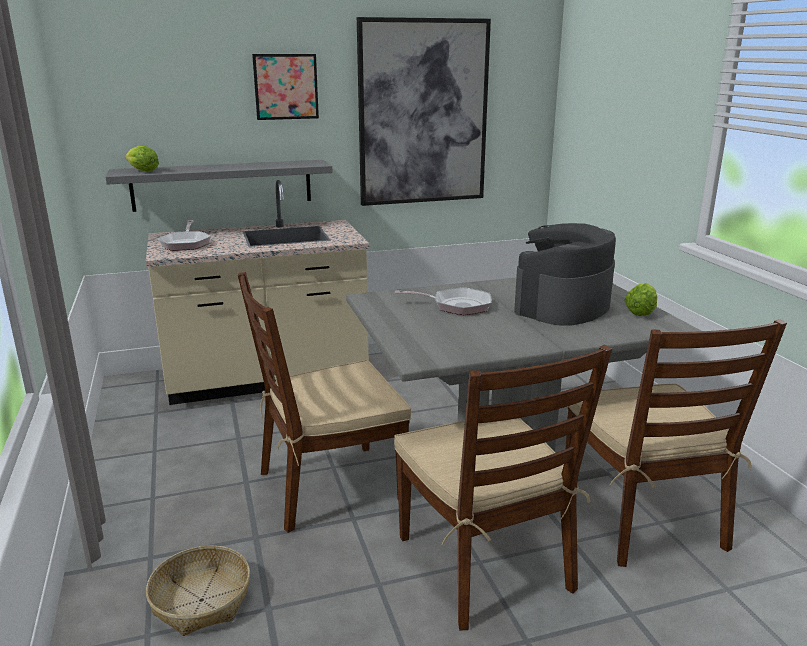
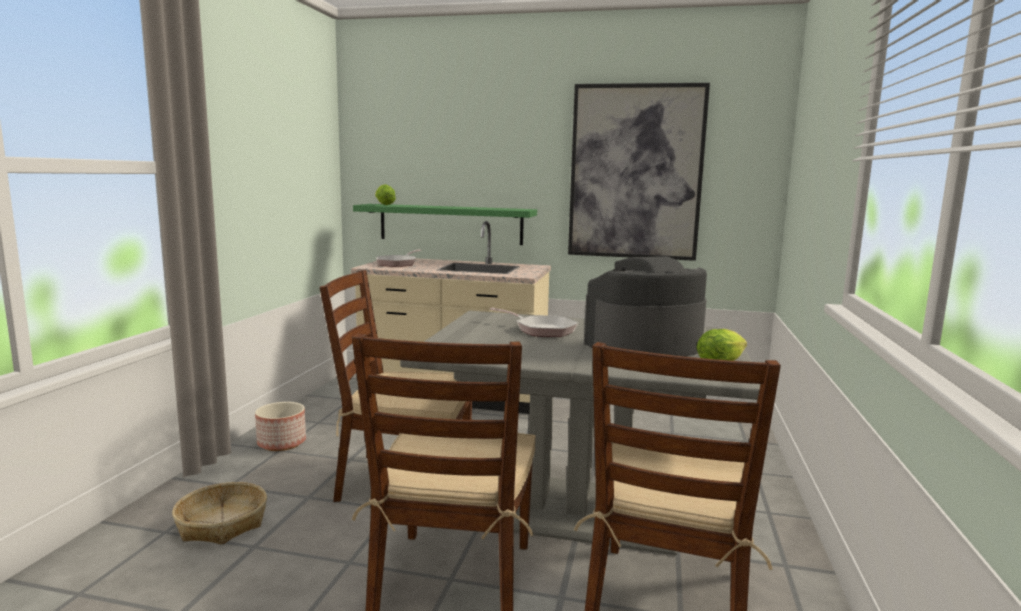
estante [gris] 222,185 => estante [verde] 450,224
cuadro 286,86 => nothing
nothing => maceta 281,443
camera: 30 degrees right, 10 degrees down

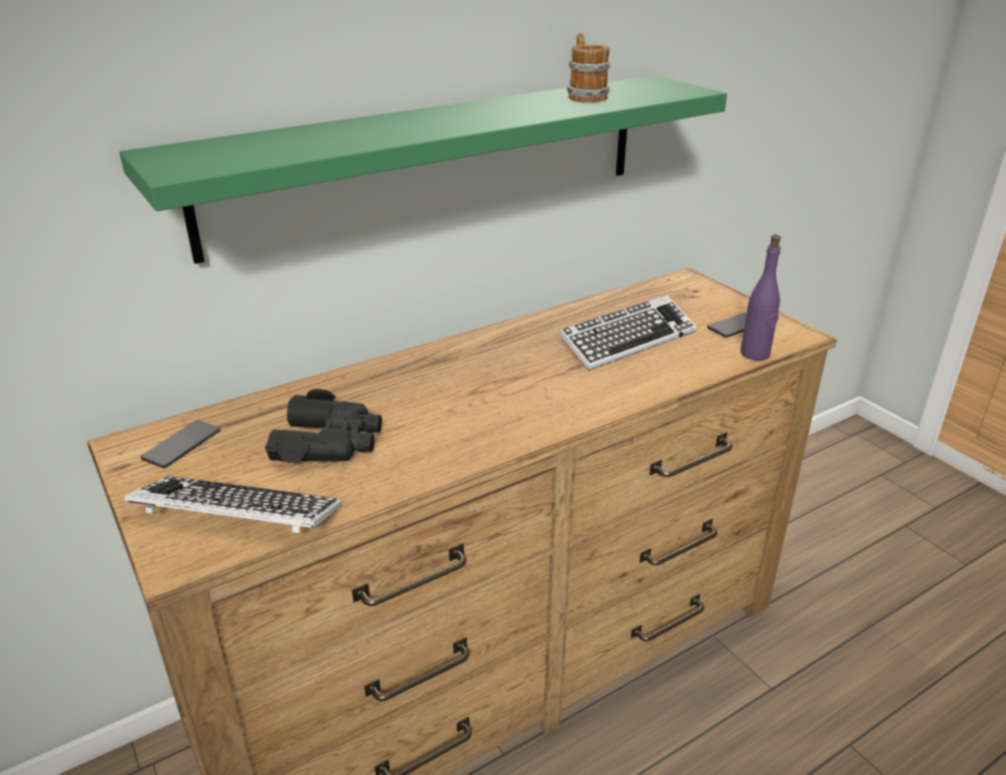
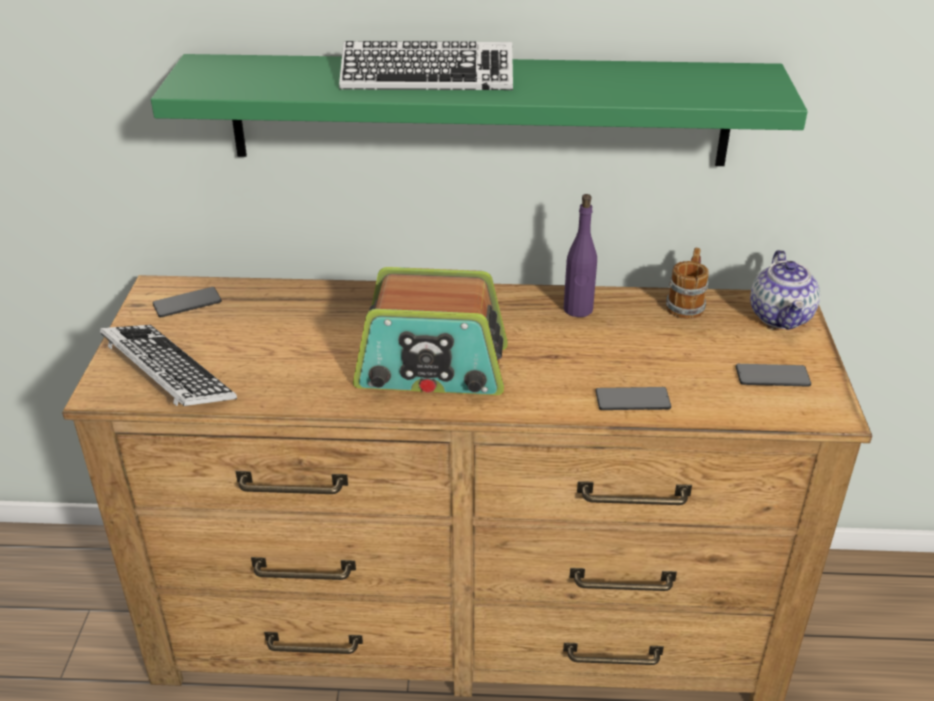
prismáticos [negro] 329,442 => nothing
teclado 627,340 => teclado 427,78, move
taza grande 584,96 => taza grande 686,304, move
botella [morado] 755,354 => botella [morado] 578,309, move
nothing => radio 432,368
nothing => móvil 632,400
nothing => tetera 781,317
camera: 35 degrees right, 5 degrees up

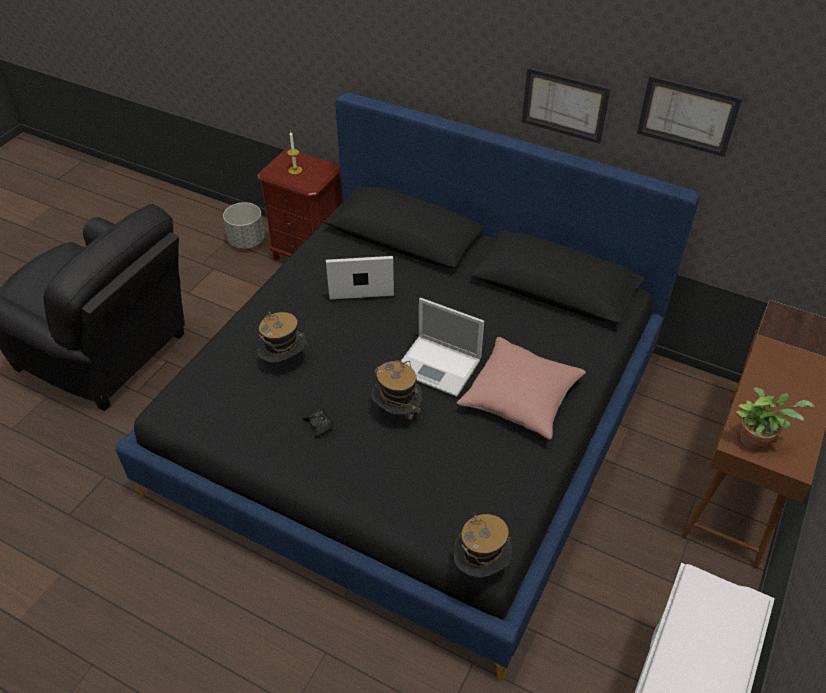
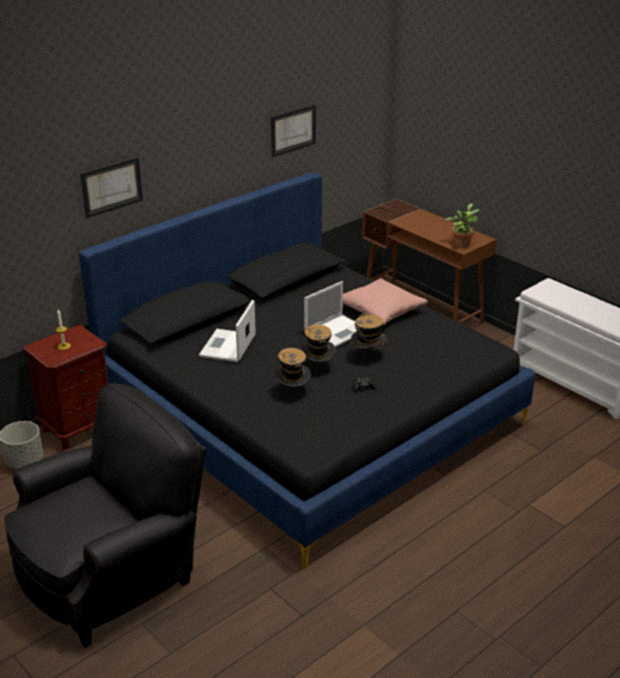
sombrero 481,567 => sombrero 317,367, move
cuadro 564,105 => cuadro 111,186, move
camera: 70 degrees left, 15 degrees down

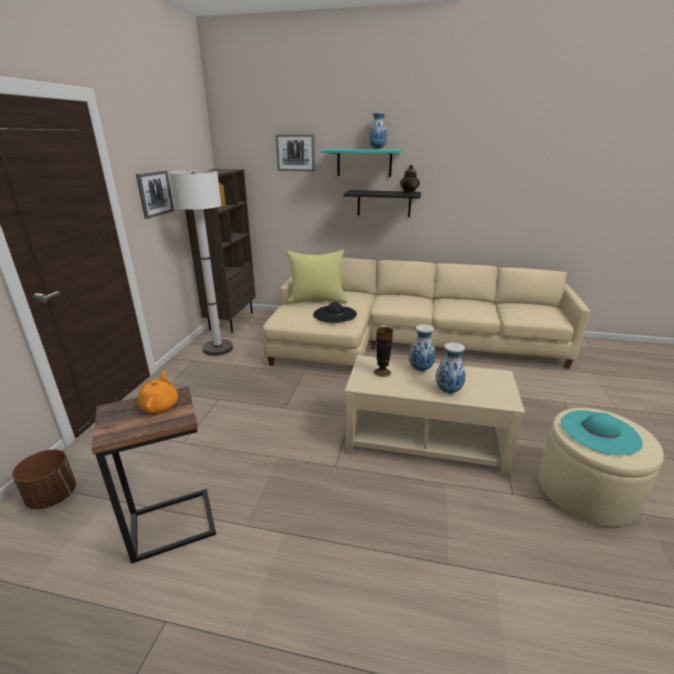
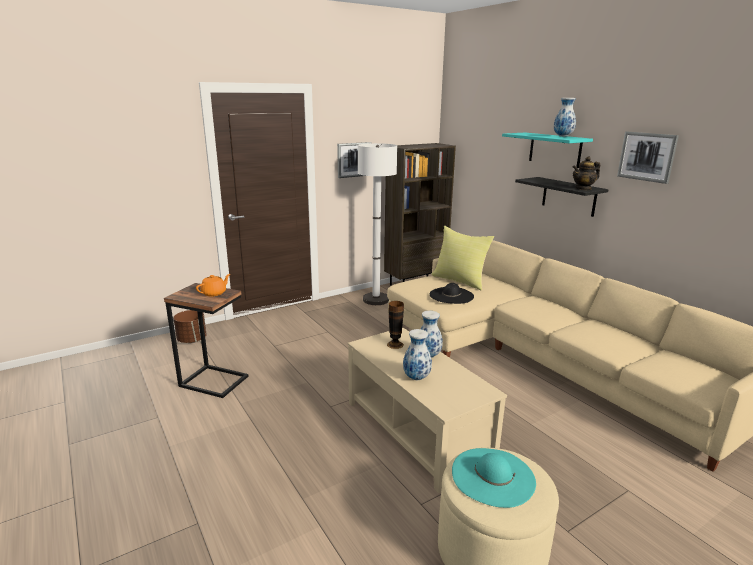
cuadro 295,152 => cuadro 647,156, move
camera: 45 degrees right, 5 degrees down

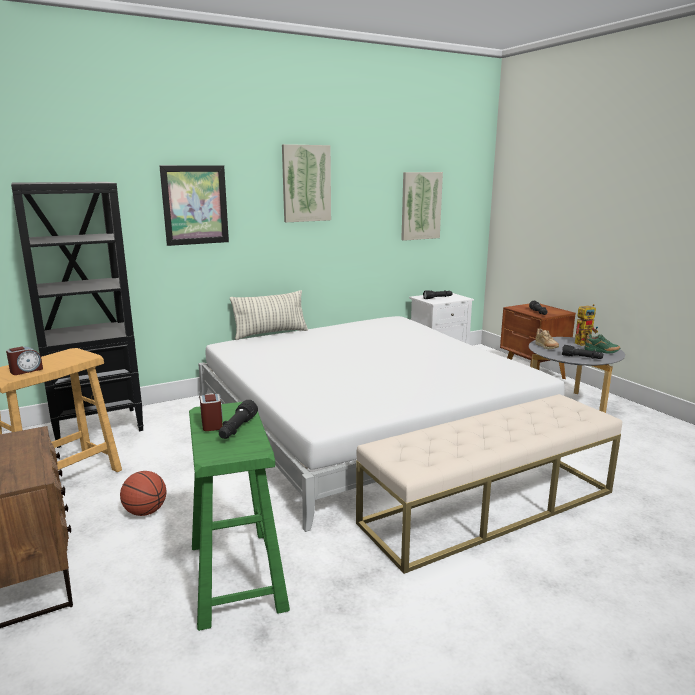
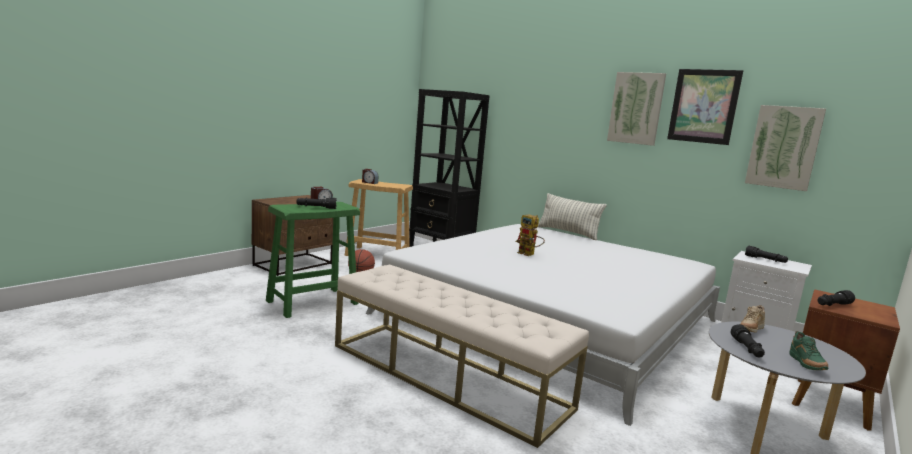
cuadro 195,205 => cuadro 703,106, move
robot de juguete 584,342 => robot de juguete 529,254, move
camera: 65 degrees right, 5 degrees down

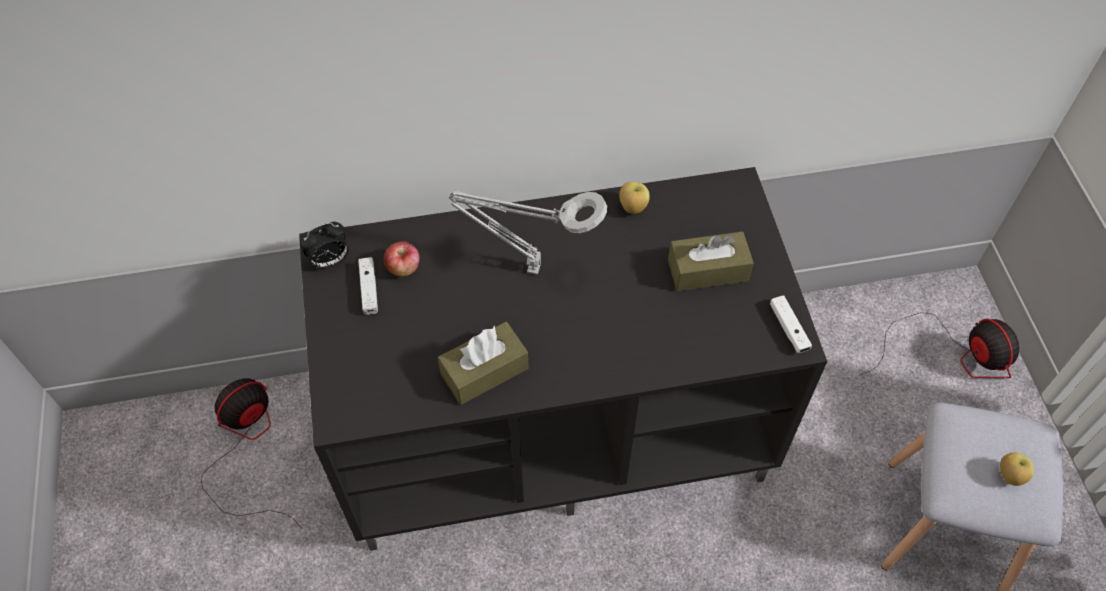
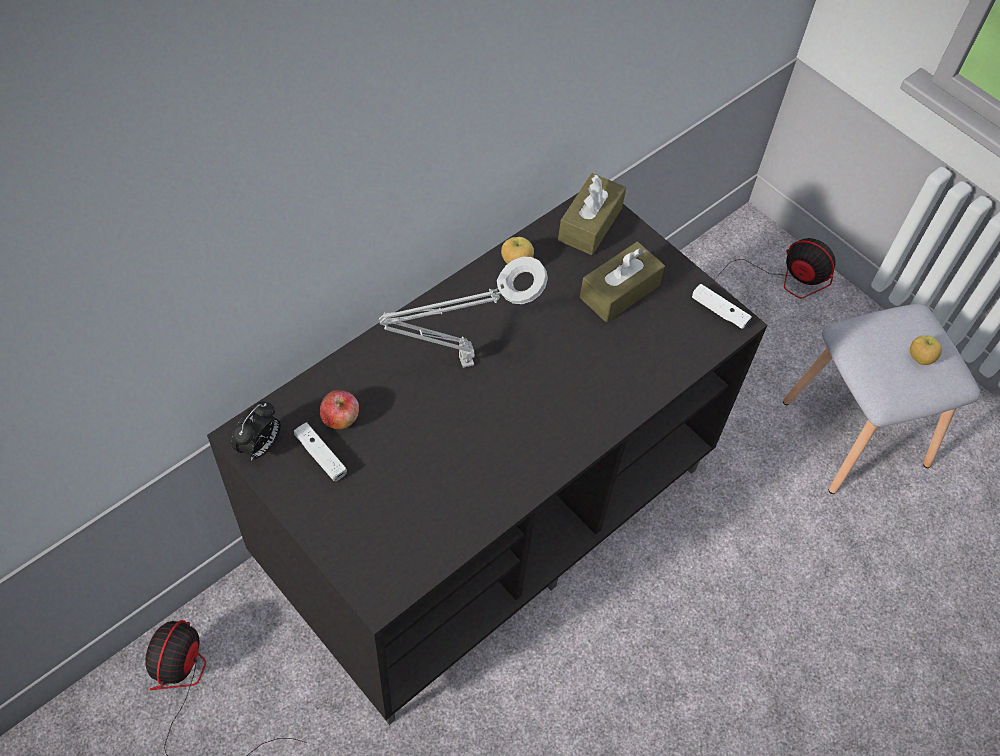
caja de pañuelos [marrón] 484,371 => caja de pañuelos [marrón] 590,224, move
camera: 35 degrees left, 0 degrees up

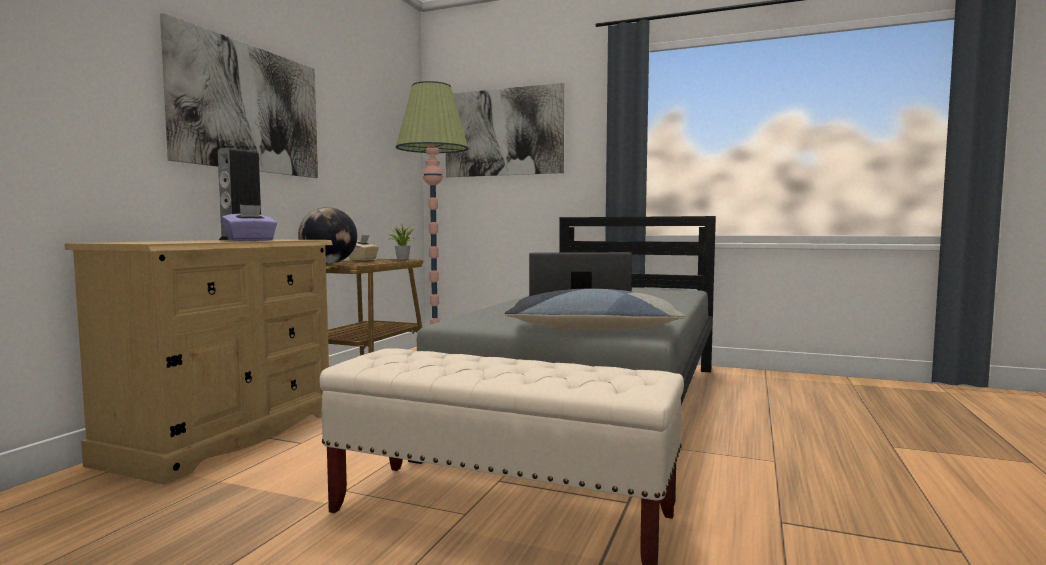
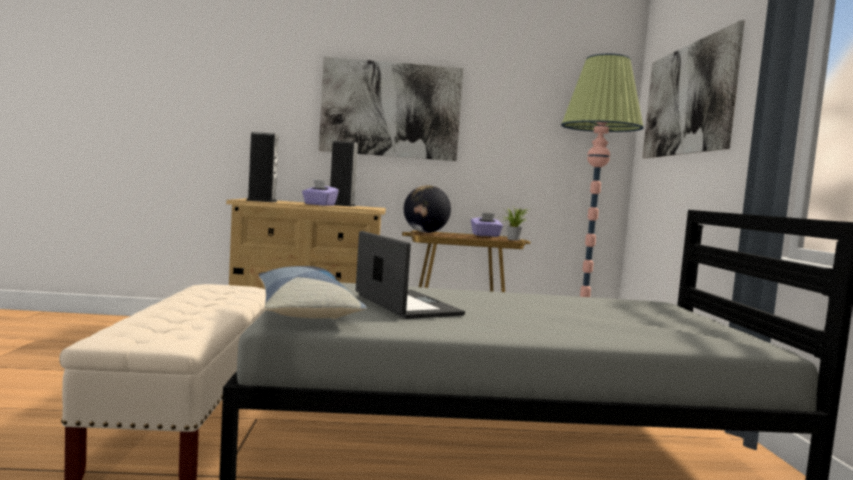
caja de pañuelos [beis] 363,259 => caja de pañuelos [morado] 486,235
nothing => altavoz 261,201
camera: 65 degrees right, 0 degrees up

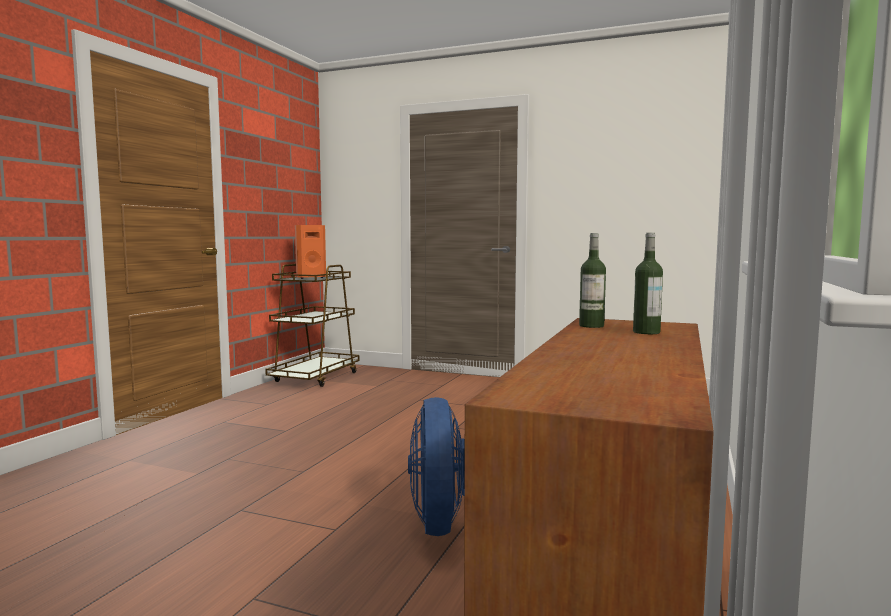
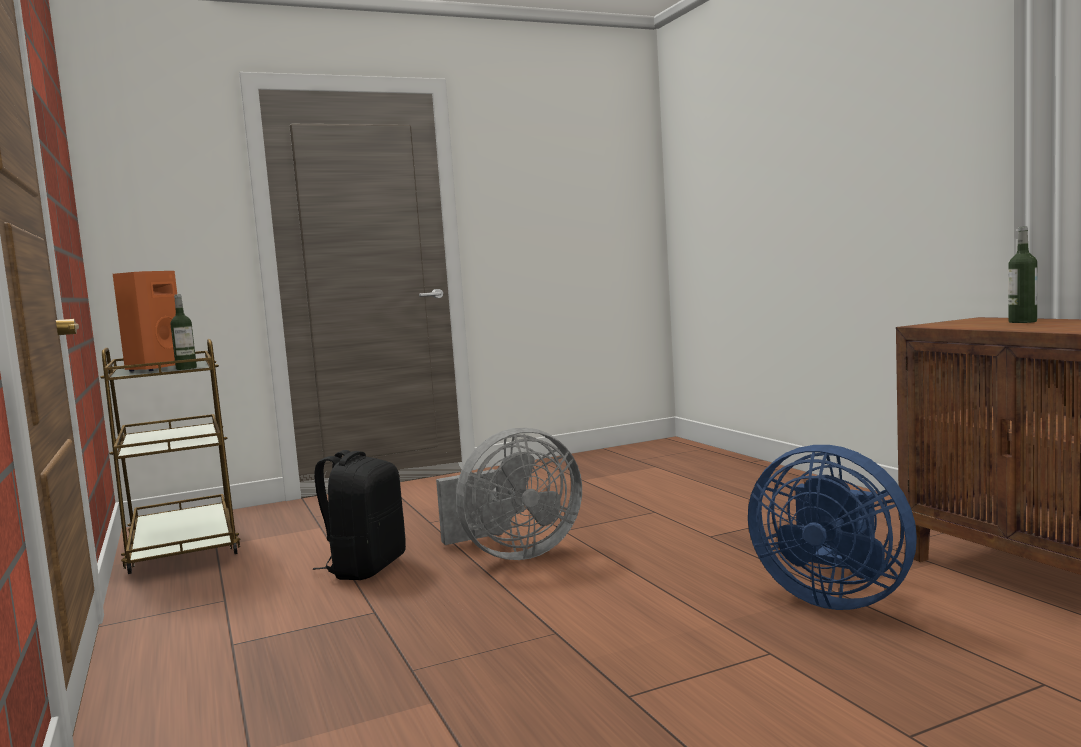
botella 591,326 => botella 186,368, move
nothing => mochila [negro] 365,568
nothing => ventilador [gris] 513,554
camera: 45 degrees left, 0 degrees up

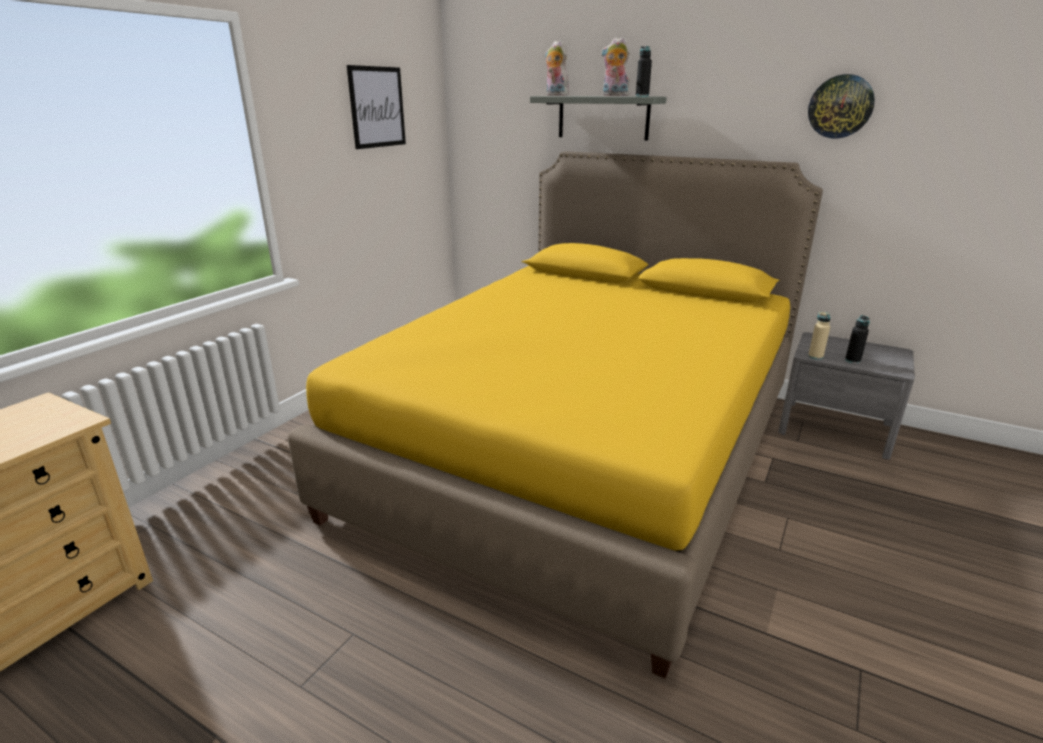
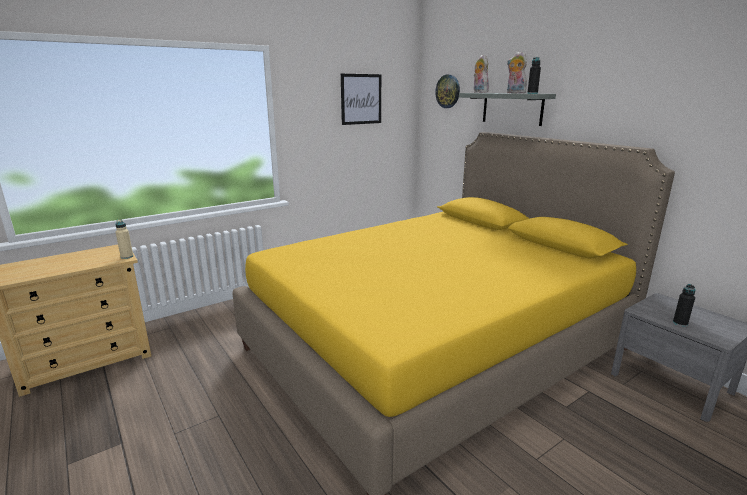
reloj de pared 840,106 => reloj de pared 448,91, move
botella [beis] 815,356 => botella [beis] 127,256, move
camera: 25 degrees right, 5 degrees down

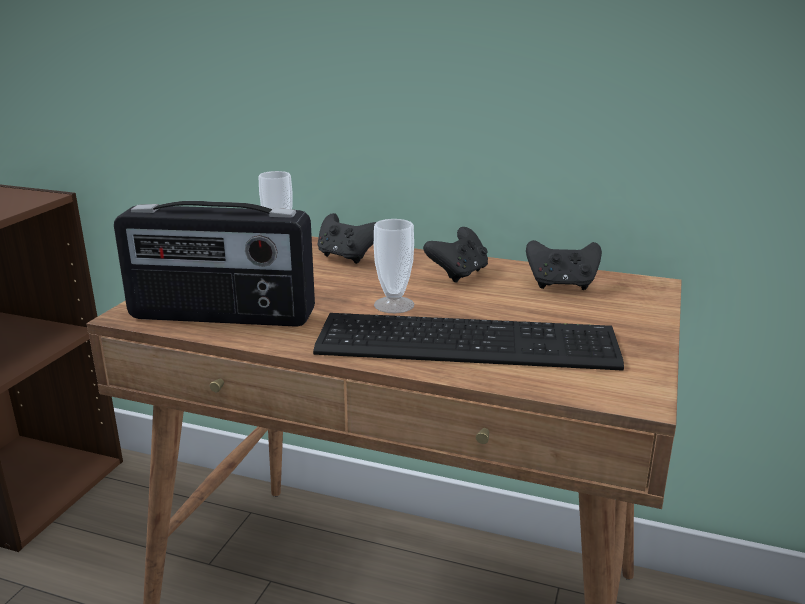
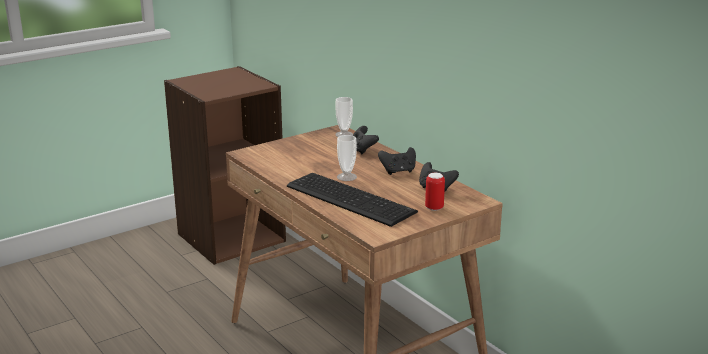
radio 222,316 => nothing
nothing => lata 434,208
camera: 35 degrees right, 0 degrees up

